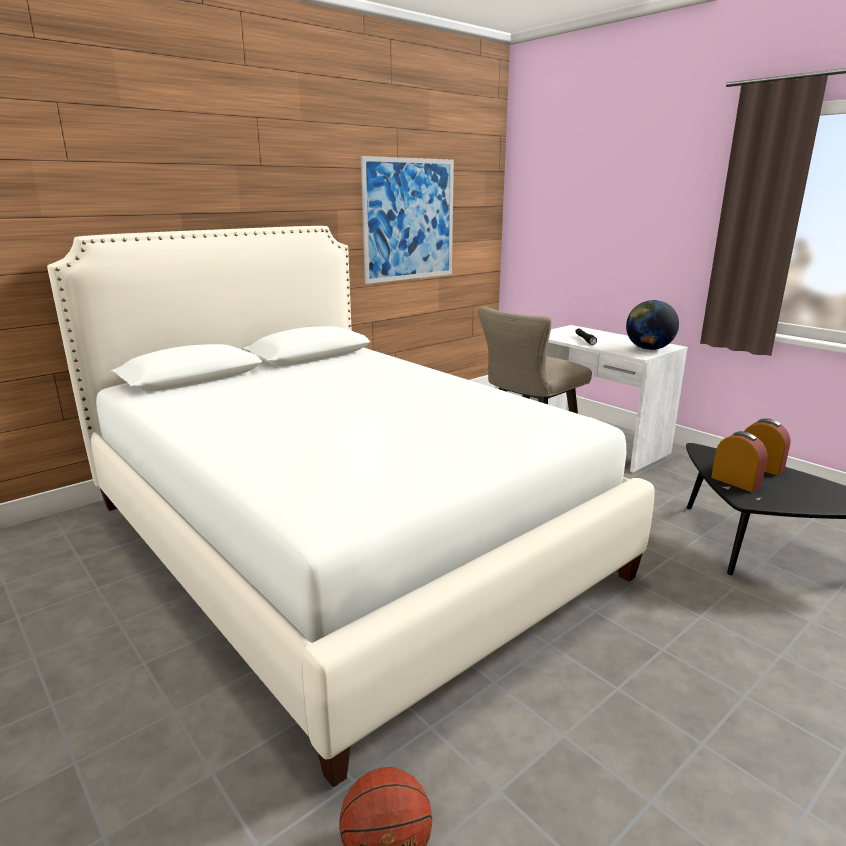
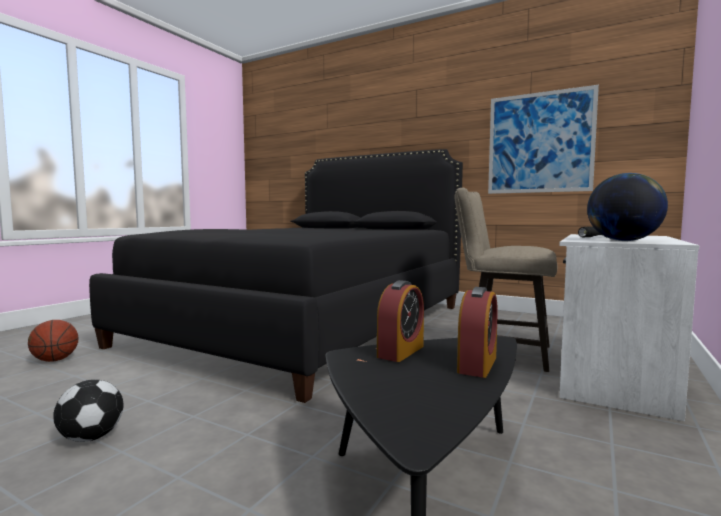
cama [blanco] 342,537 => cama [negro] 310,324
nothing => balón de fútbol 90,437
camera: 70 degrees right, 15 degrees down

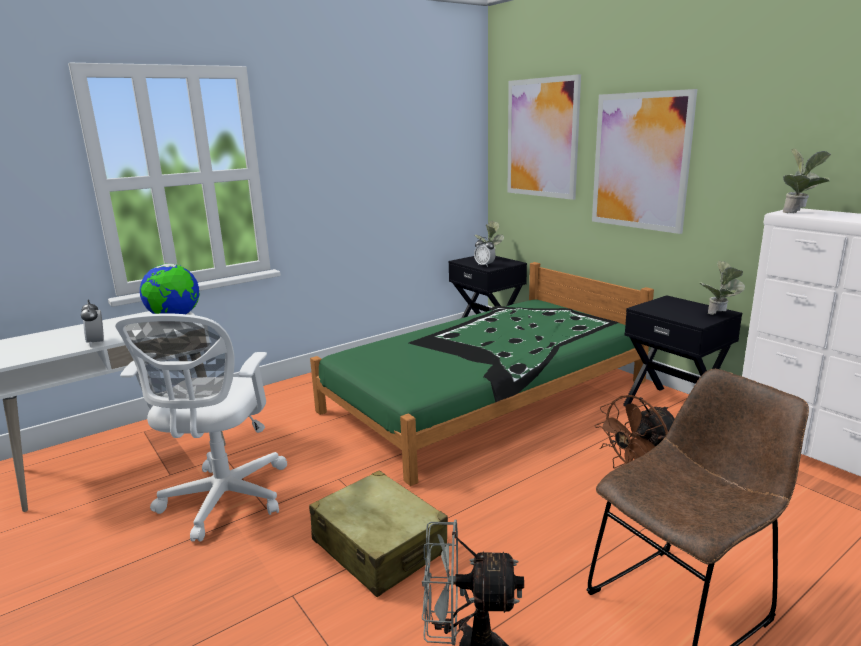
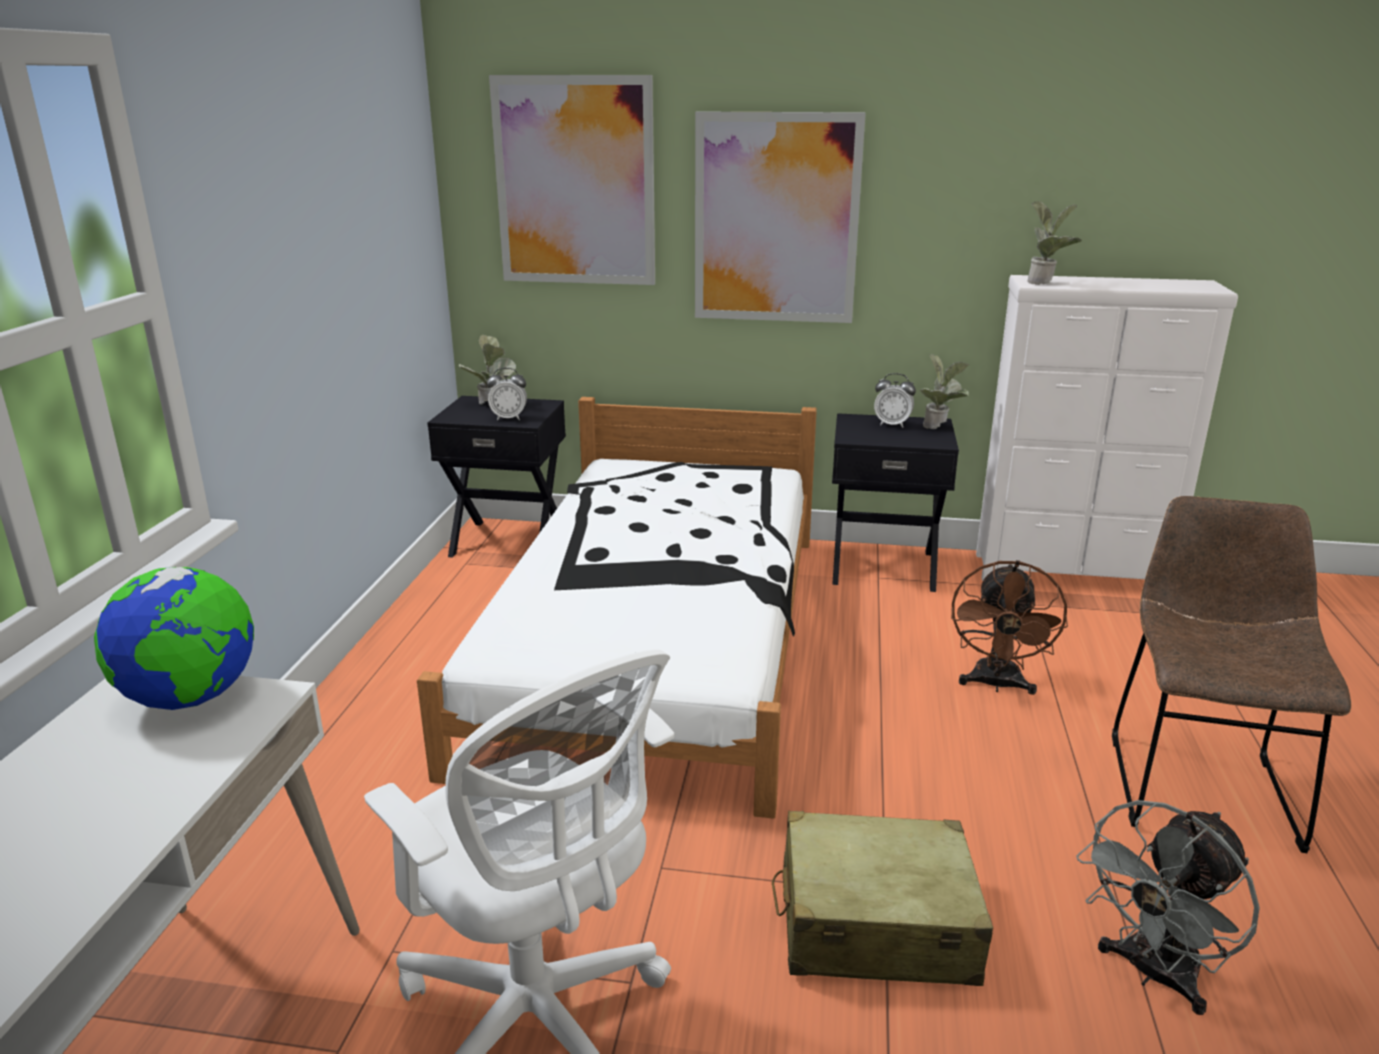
despertador 97,343 => despertador 892,424, move
cama [verde] 486,396 => cama [blanco] 658,638
camera: 45 degrees left, 5 degrees up

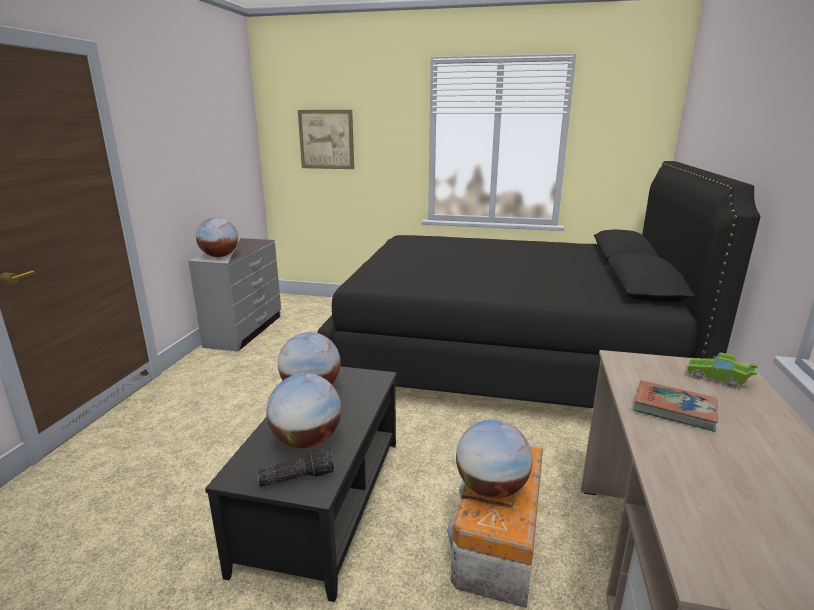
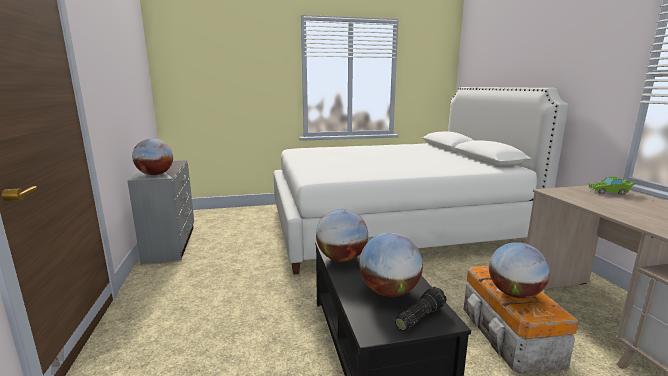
cuadro 326,139 => nothing
cama [negro] 503,356 => cama [blanco] 391,225
libro 674,409 => nothing
camera: 25 degrees left, 5 degrees down

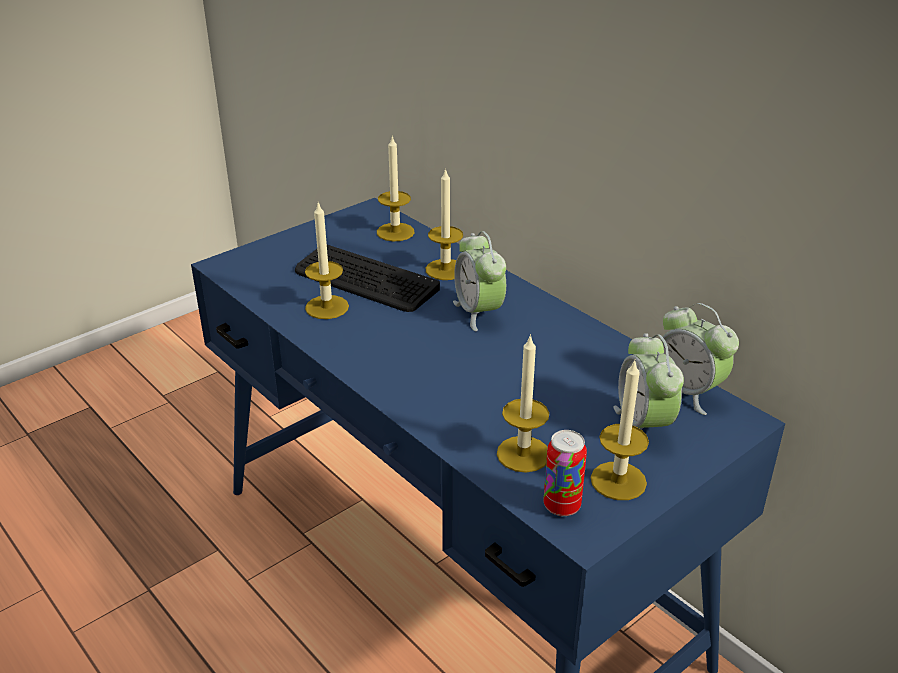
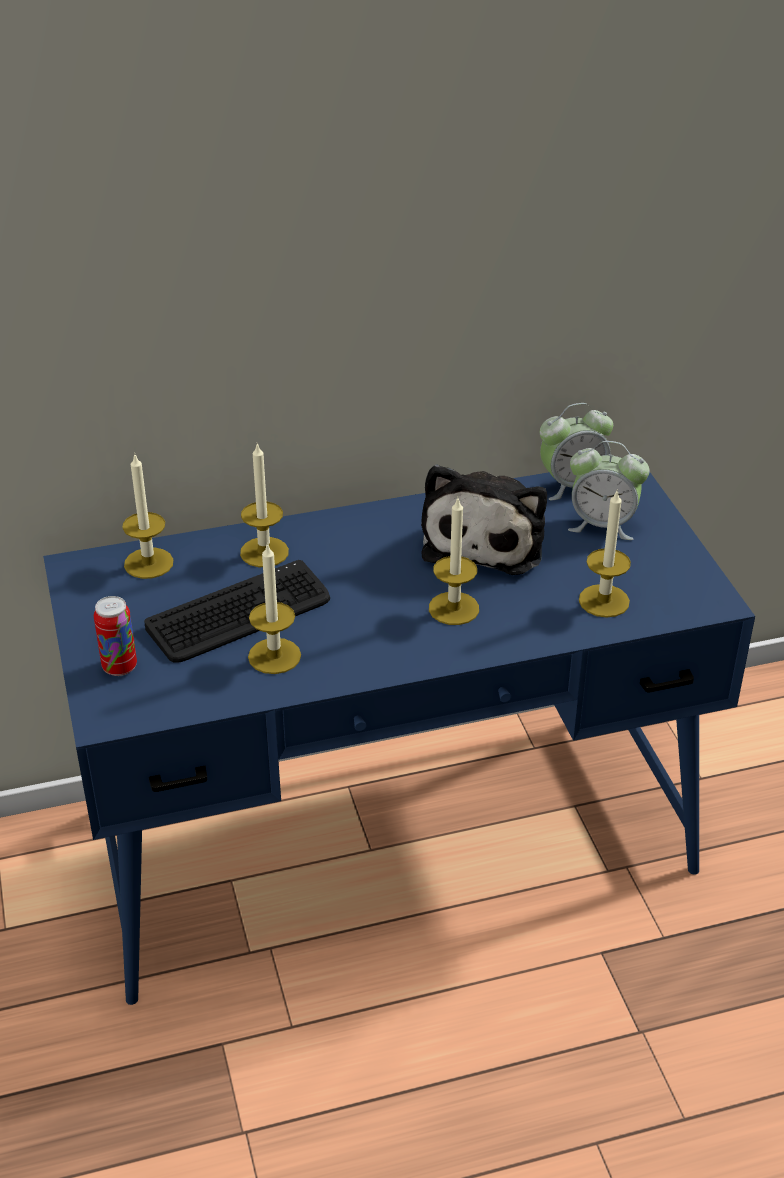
despertador 479,312 => nothing
lata 561,506 => lata 119,667, move
vela 618,481 => vela 453,608, move
nothing => peluche 485,539
camera: 65 degrees left, 5 degrees up

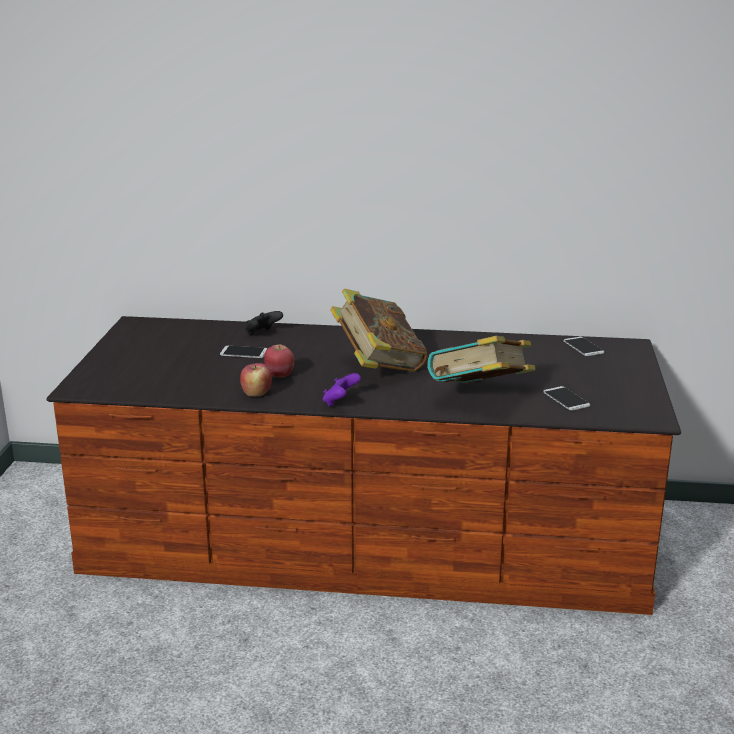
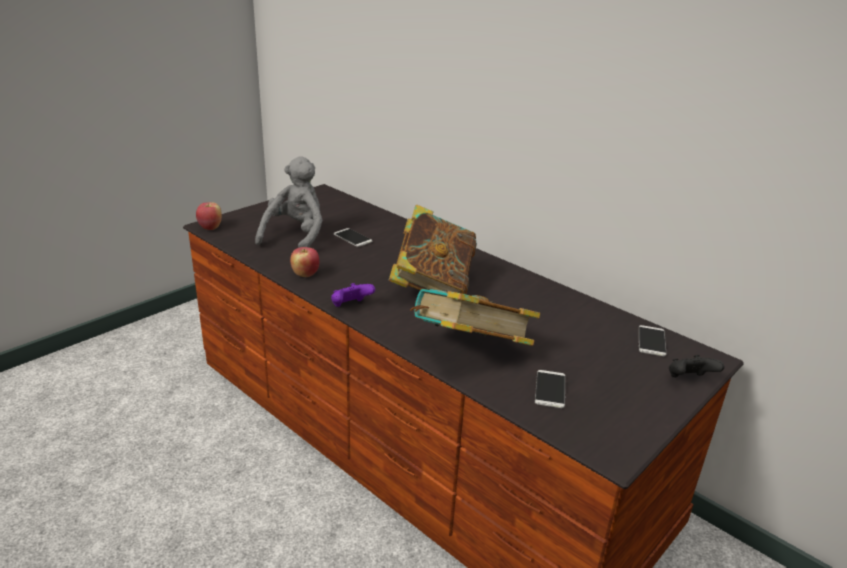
mando de consola [negro] 262,334 => mando de consola [negro] 689,380, move
manzana 279,375 => manzana 210,227, move
nothing => peluche [gris] 296,237
camera: 35 degrees right, 5 degrees up

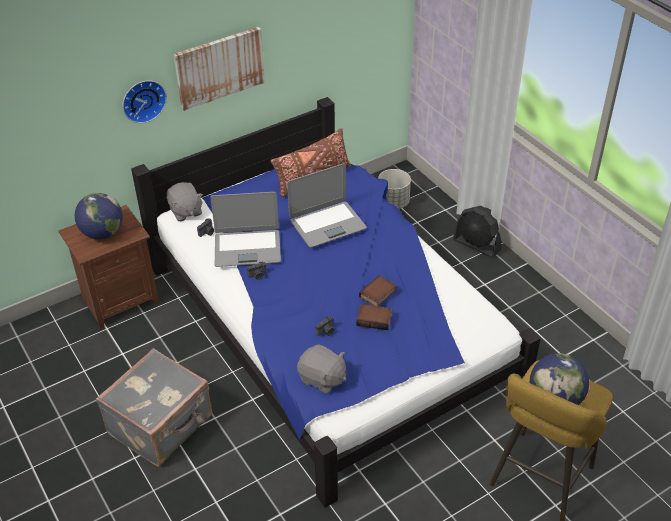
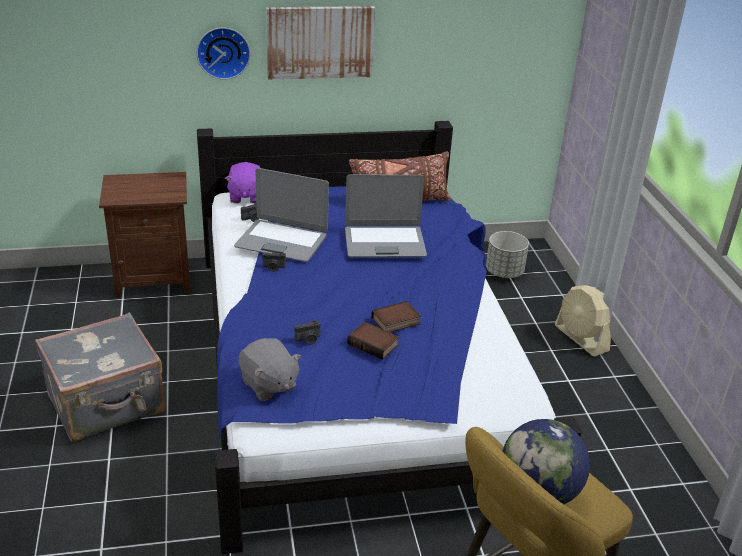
globo terráqueo 102,233 => nothing
peluche [gris] 185,211 => peluche [morado] 245,196
ventilador [negro] 477,245 => ventilador [beis] 581,338
camera: 20 degrees right, 10 degrees down

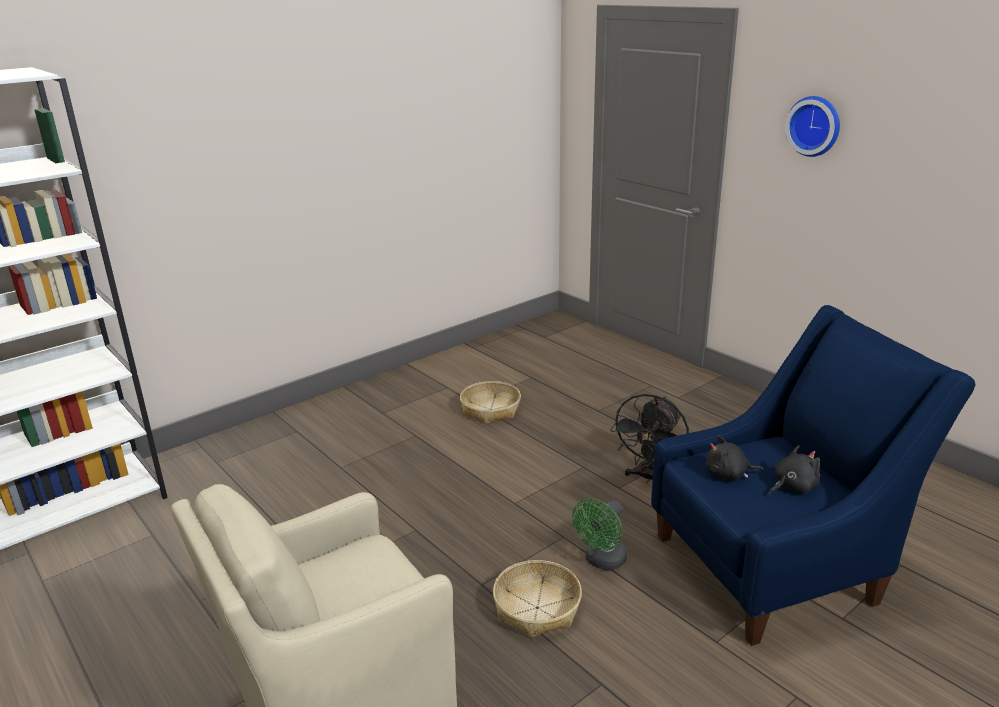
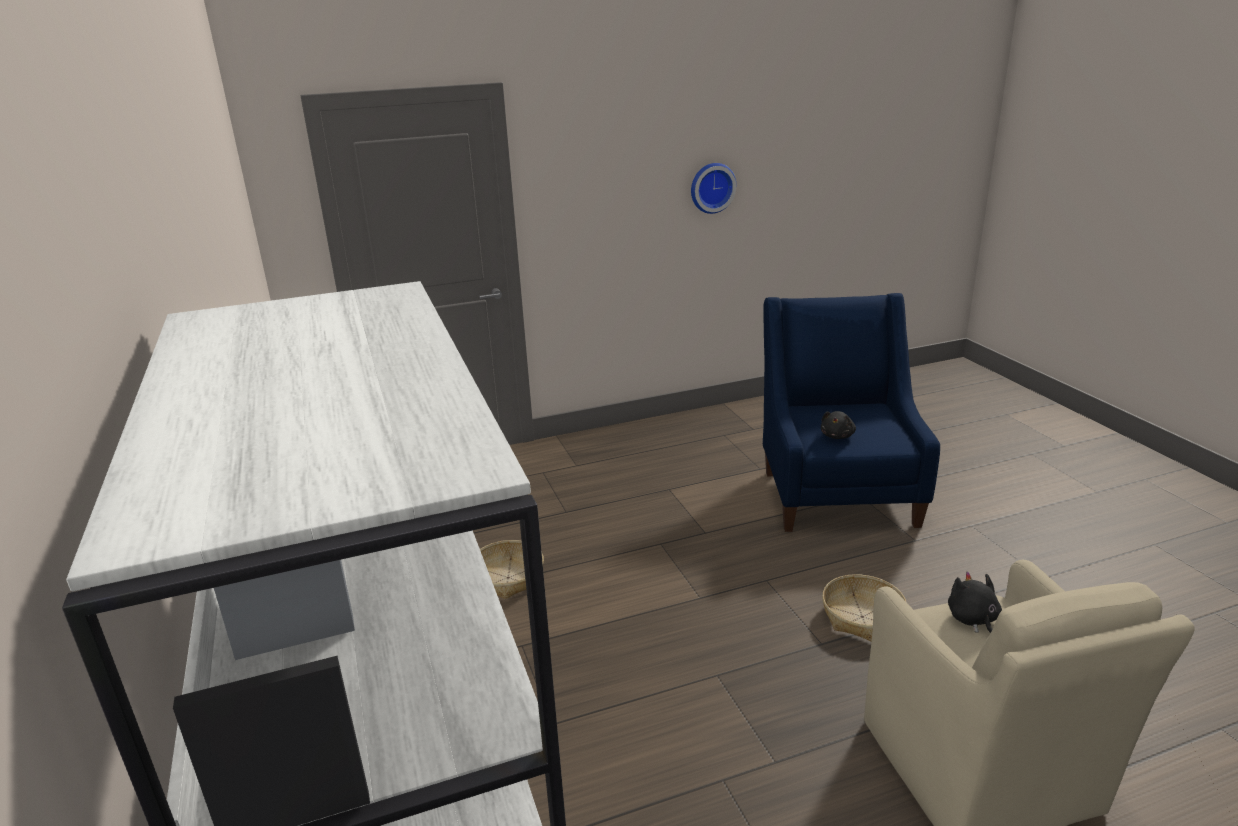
ventilador [verde] 602,561 => nothing
ventilador [negro] 650,478 => nothing
peluche [negro] 793,486 => peluche [negro] 973,620, move
reloj de pared 815,126 => reloj de pared 711,187, move
camera: 70 degrees left, 0 degrees up

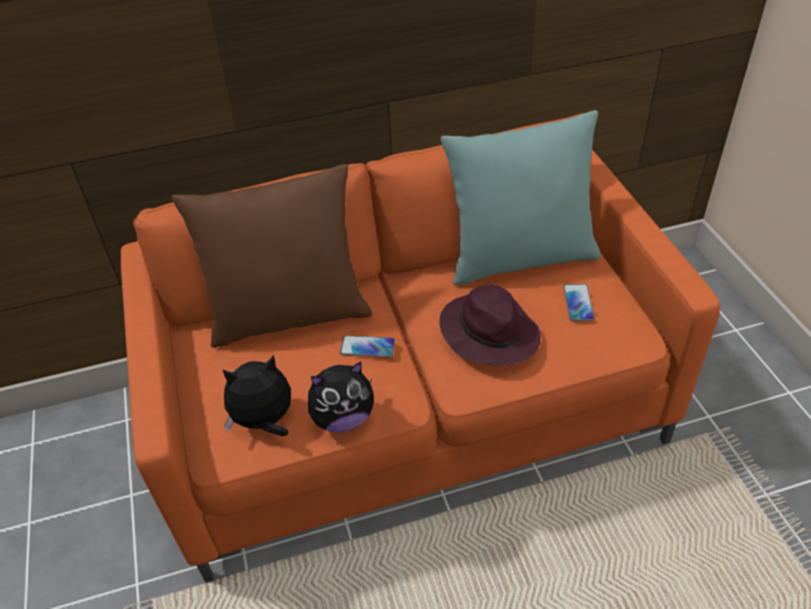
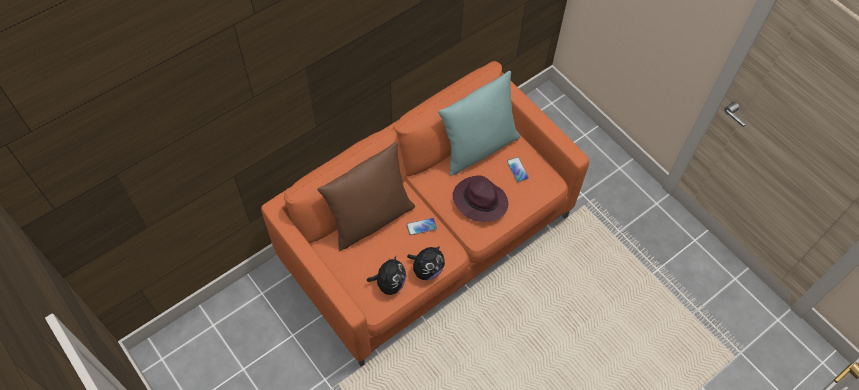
peluche 264,422 => peluche 389,283, 150 degrees clockwise
camera: 25 degrees left, 15 degrees up

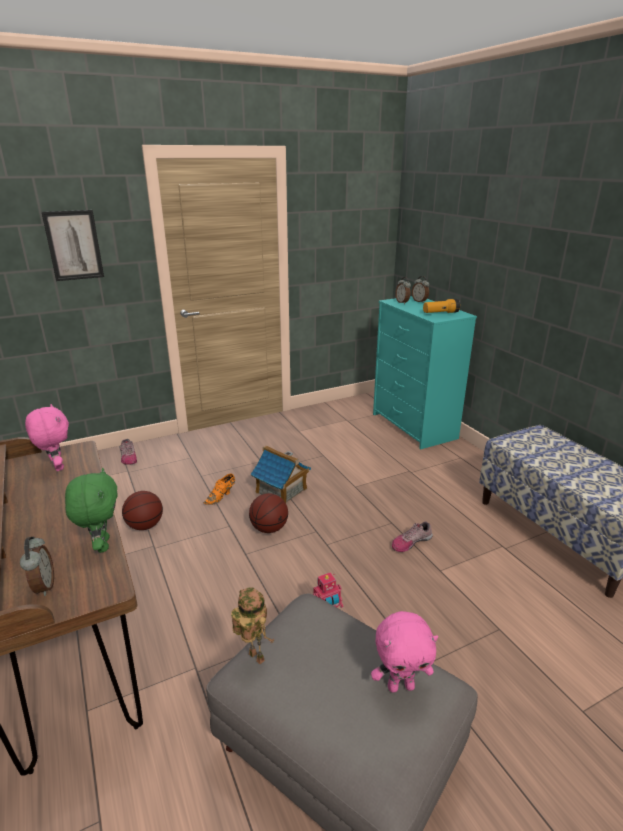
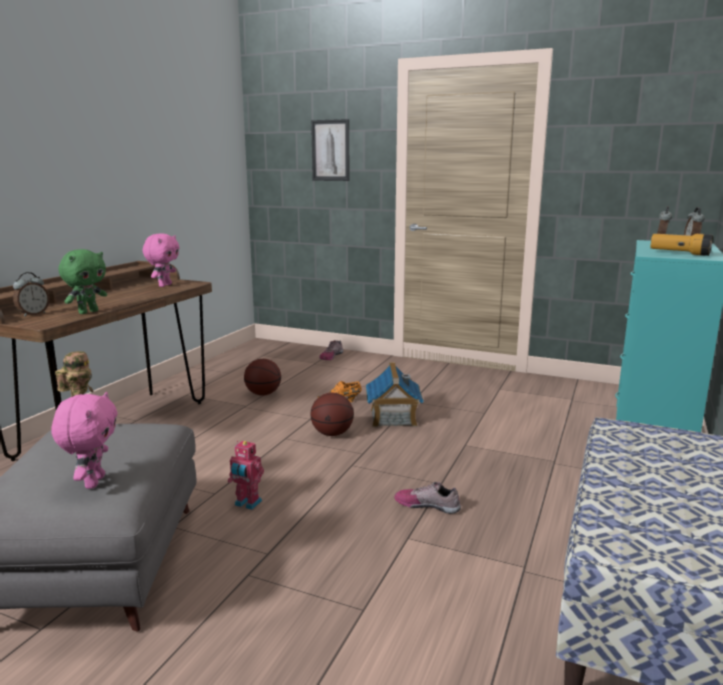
peluche [rosa] 401,686 => peluche [rosa] 93,482, 135 degrees counterclockwise
camera: 50 degrees right, 10 degrees down

